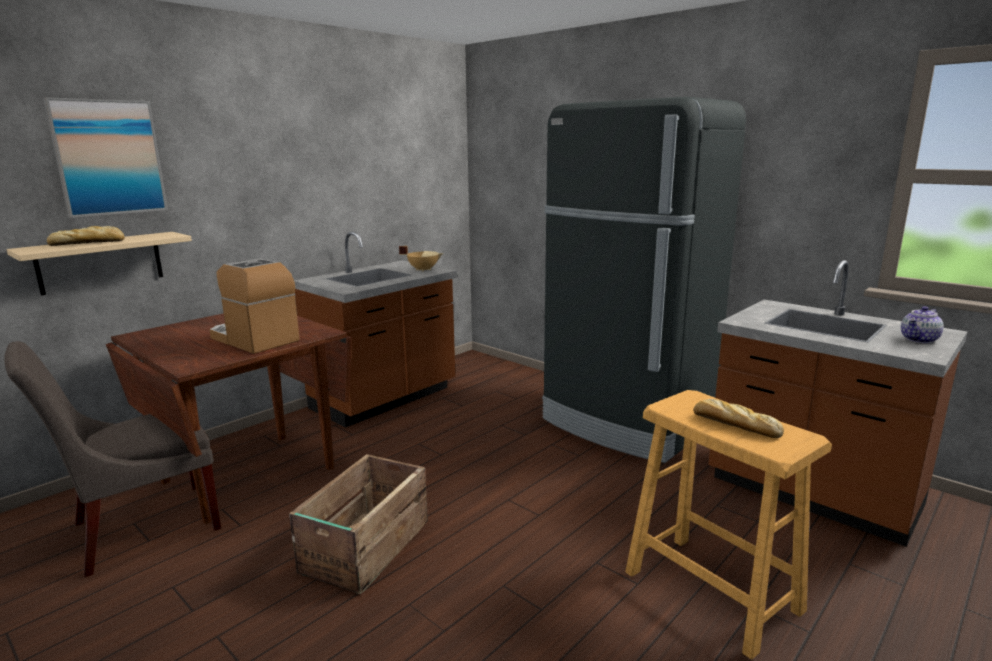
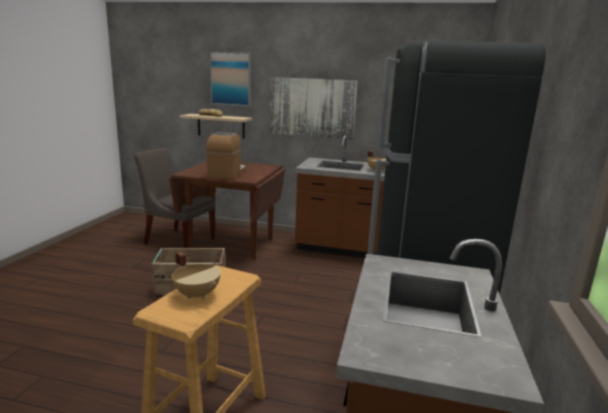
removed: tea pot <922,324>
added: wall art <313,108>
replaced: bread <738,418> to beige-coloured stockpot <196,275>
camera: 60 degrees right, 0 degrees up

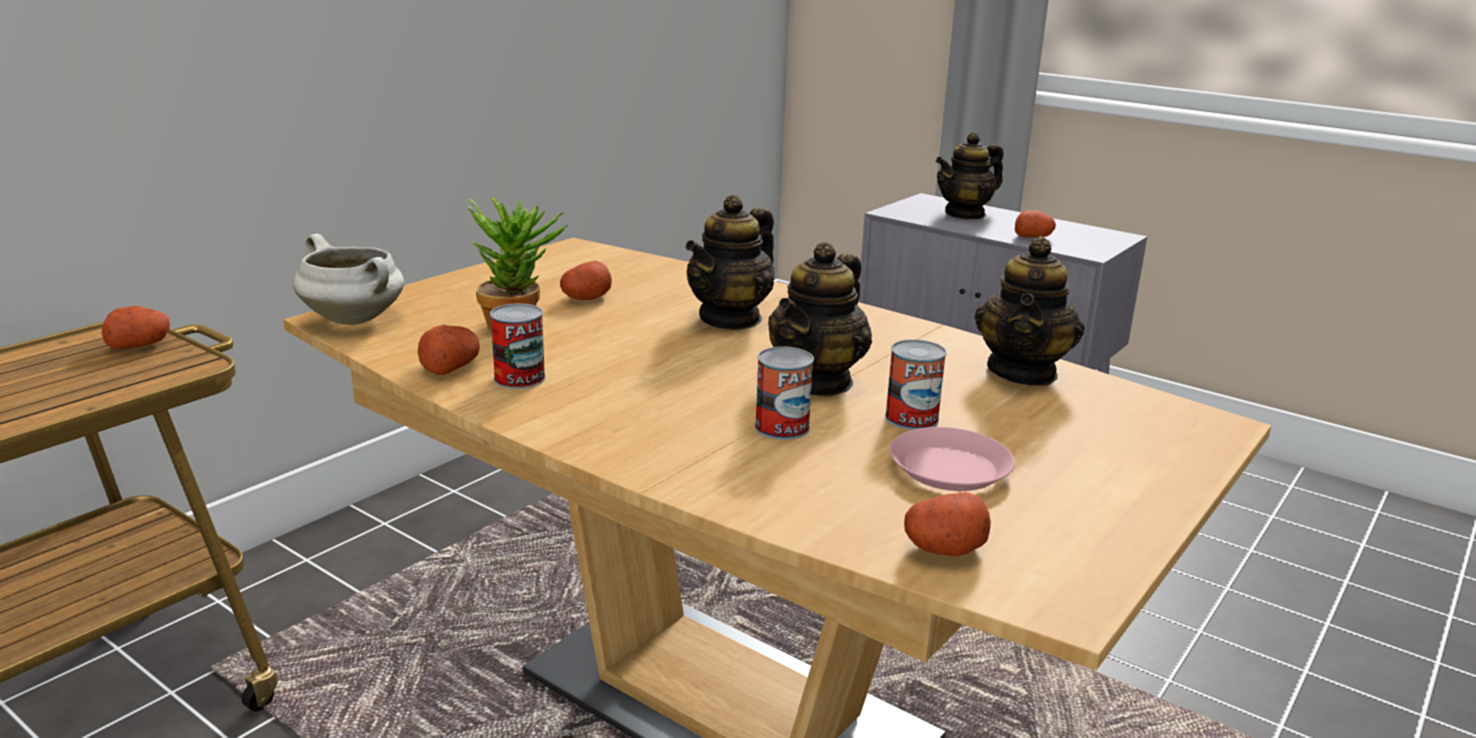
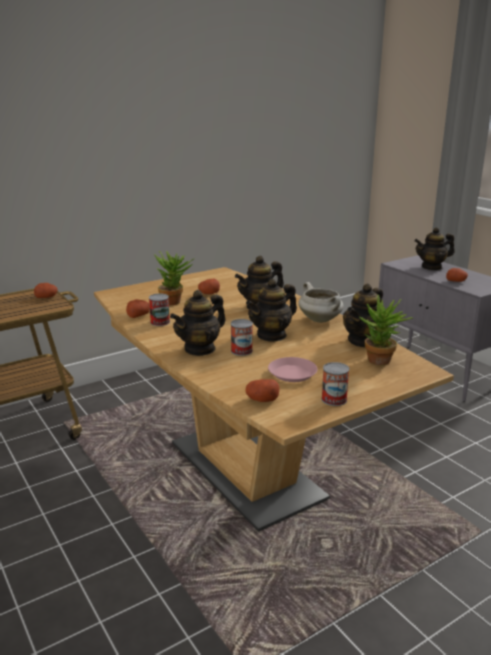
added: tea pot <198,323>; houseplant <386,330>
moved: whitish stockpot <348,279> to <321,302>; can <916,384> to <335,384>
camera: 20 degrees right, 0 degrees up

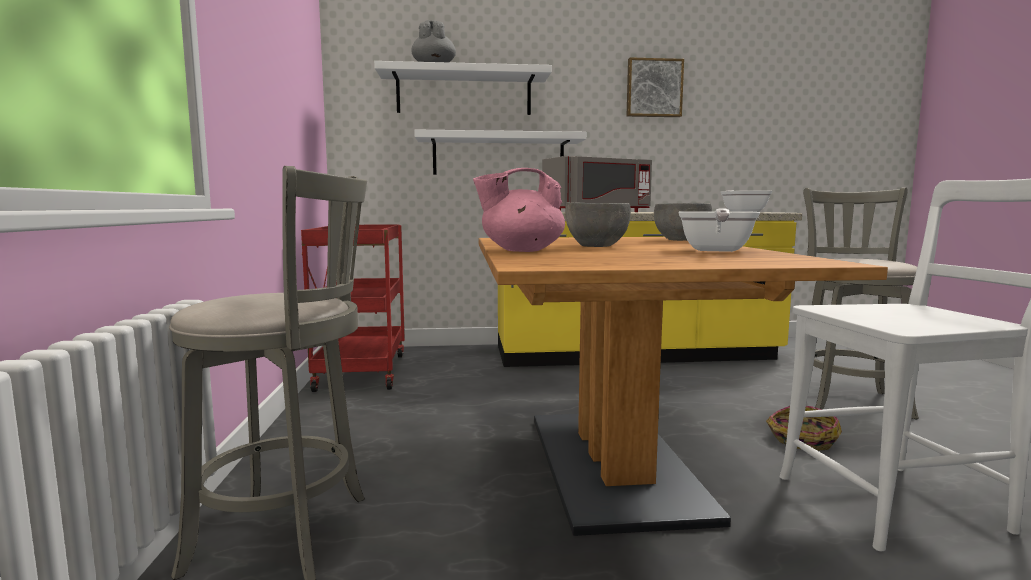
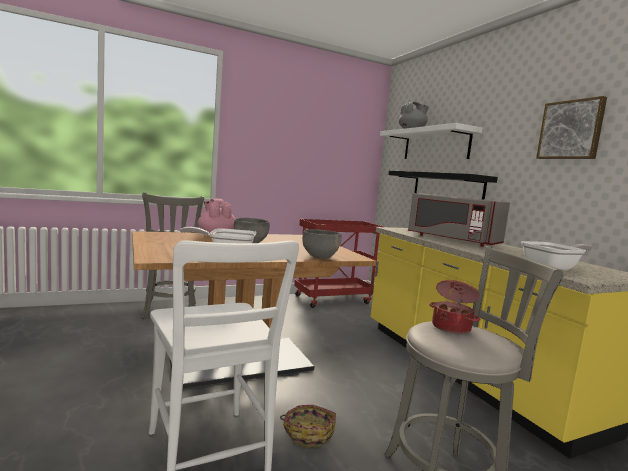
added: stockpot <454,307>
recoloured: whitish shelf <500,152> to blackish shelf <443,185>
camera: 70 degrees right, 0 degrees up

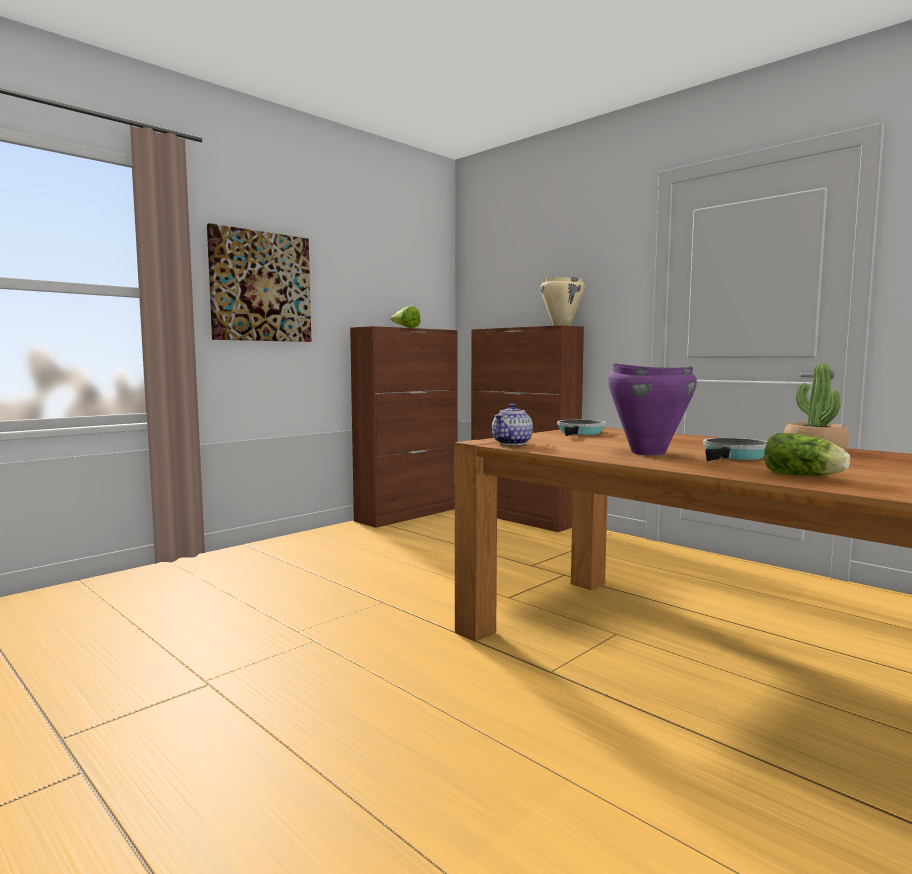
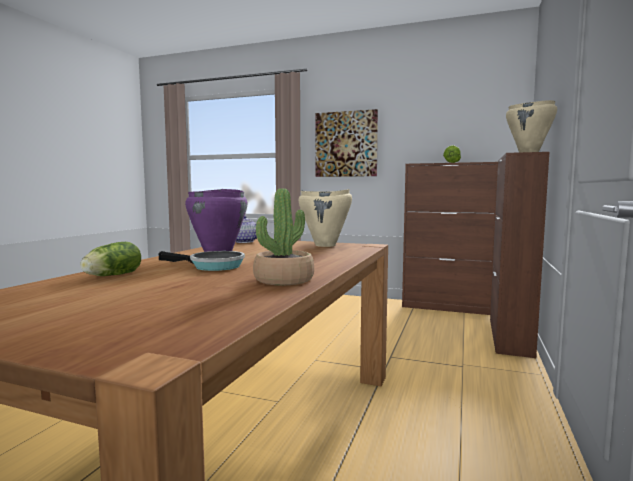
replaced: frying pan <581,428> to beige-coloured stockpot <325,218>
camera: 65 degrees right, 0 degrees up

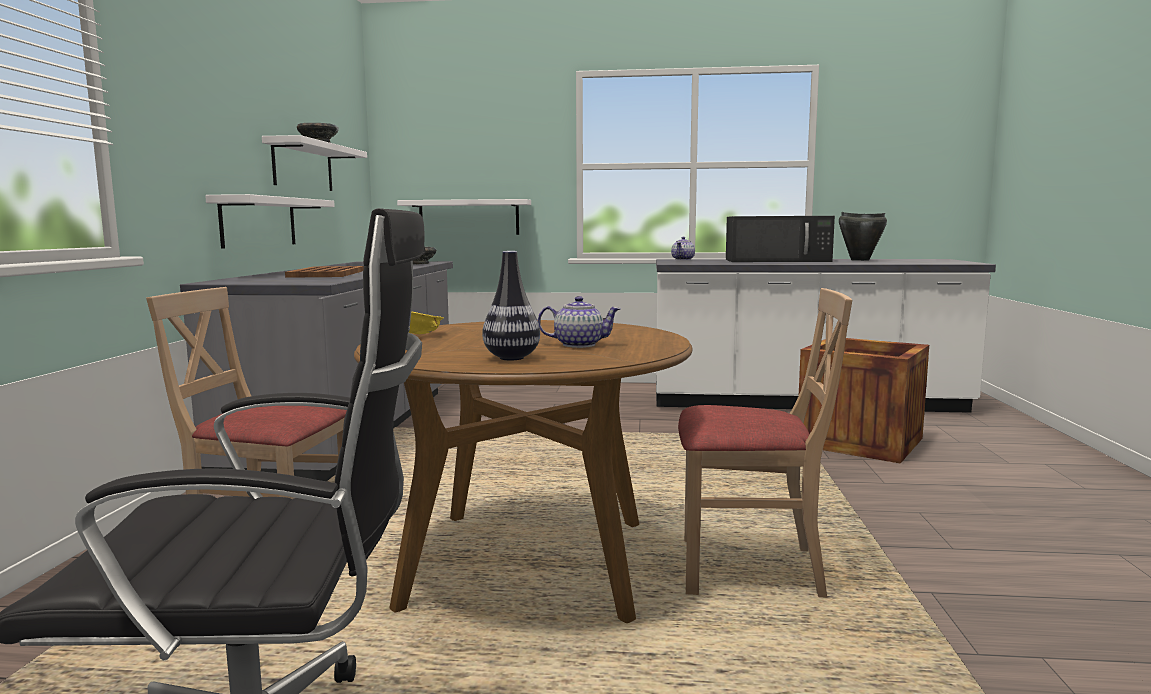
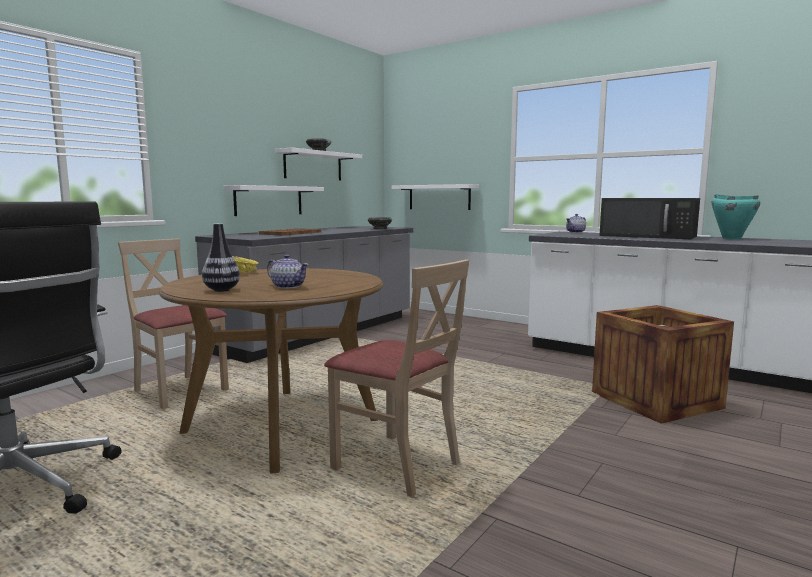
recoloured: blackish stockpot <863,236> to turquoise stockpot <736,217>
camera: 30 degrees right, 0 degrees up

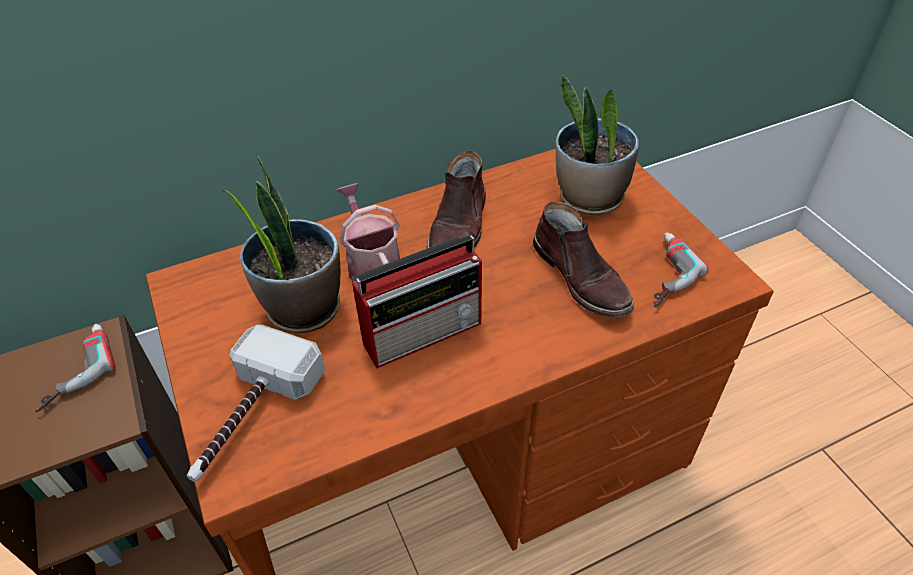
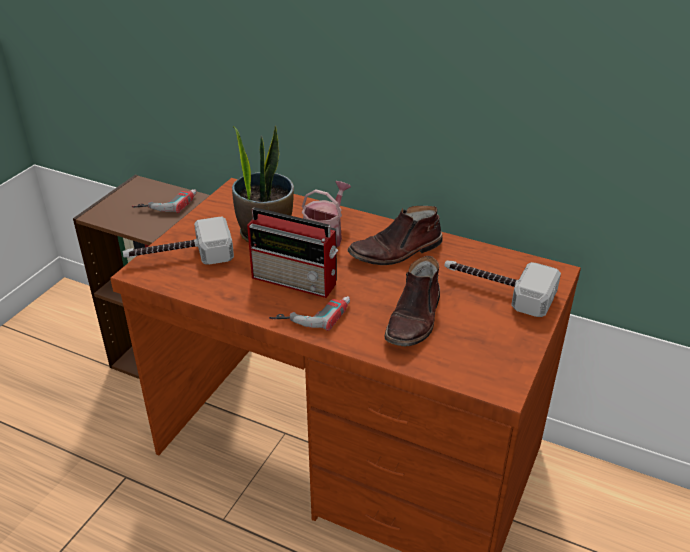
moved: drill <681,269> to <309,313>
replaced: houseplant <597,145> to hammer <502,289>
camera: 50 degrees right, 10 degrees down

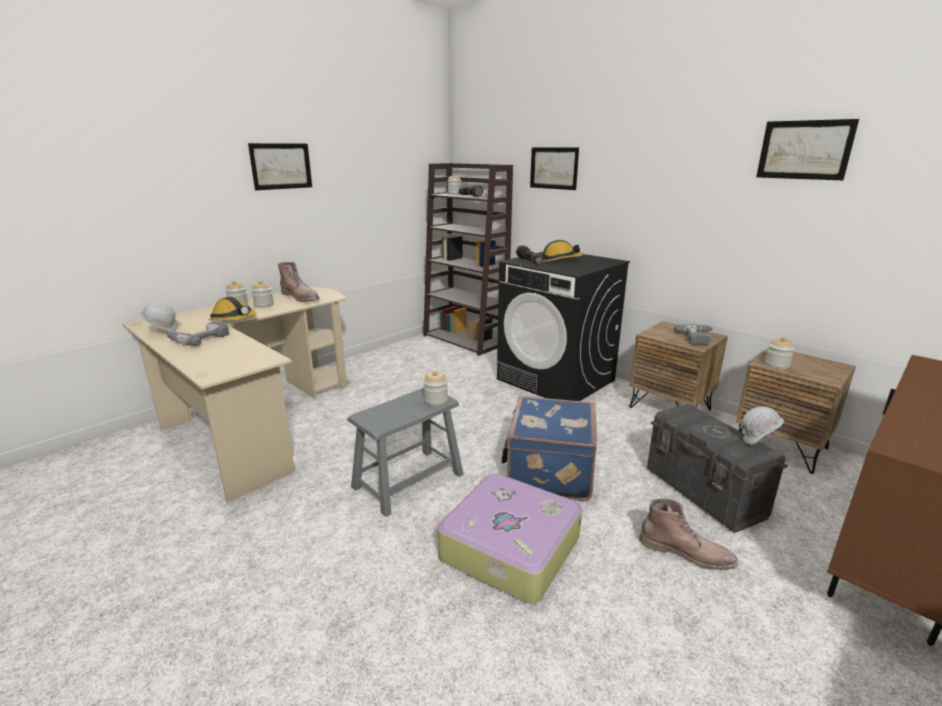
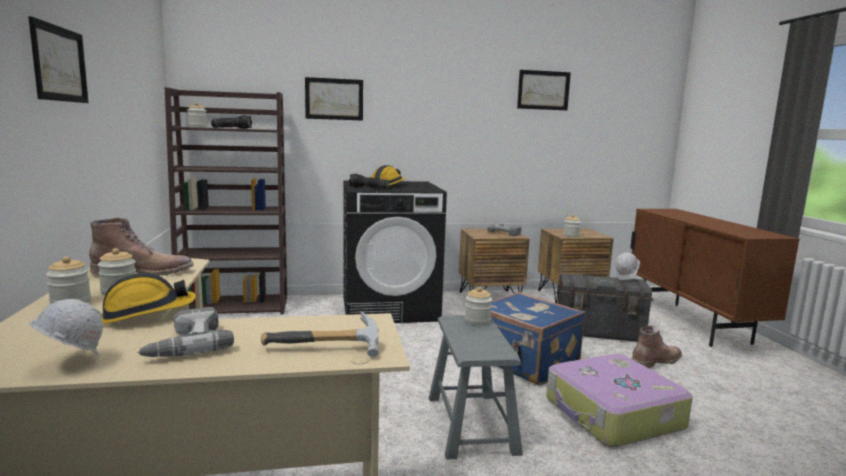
added: hammer <320,334>
camera: 55 degrees left, 10 degrees down

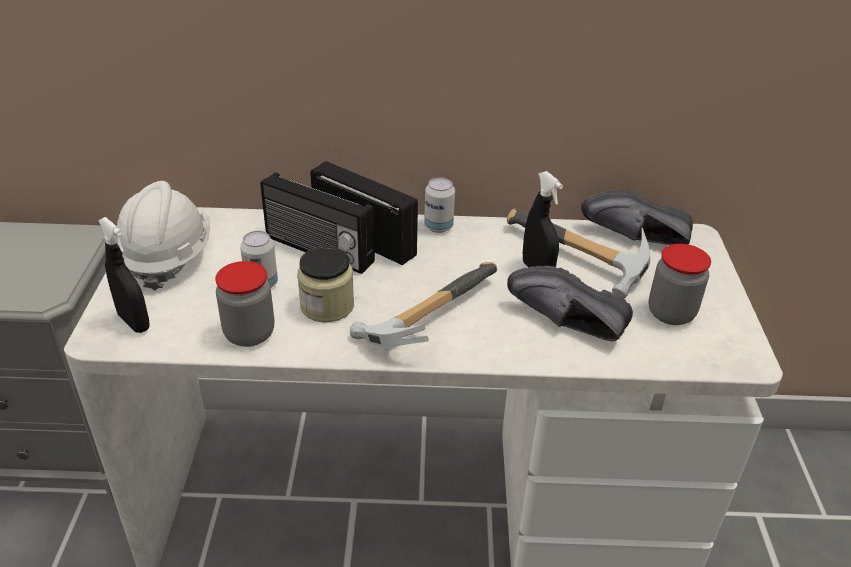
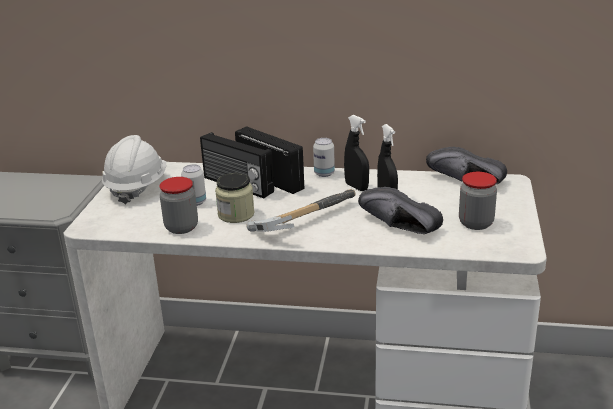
removed: hammer <578,253>
moved: blackish spray bottle <124,275> to <356,153>
camera: 10 degrees right, 10 degrees down

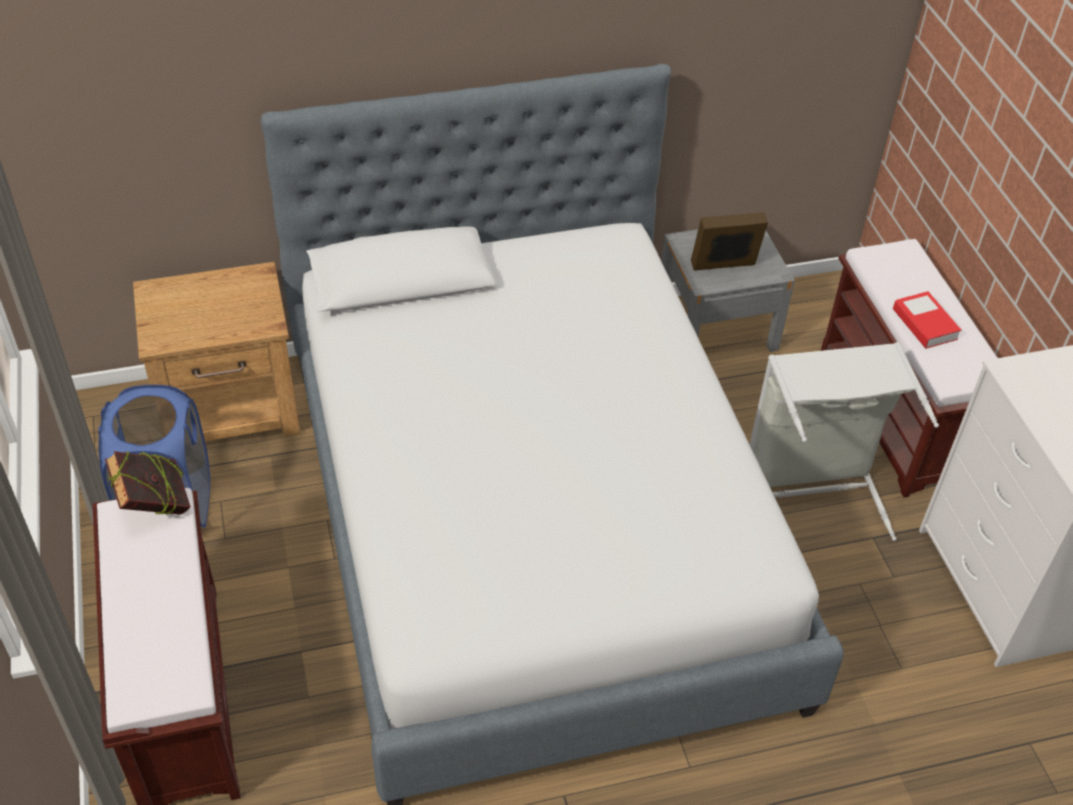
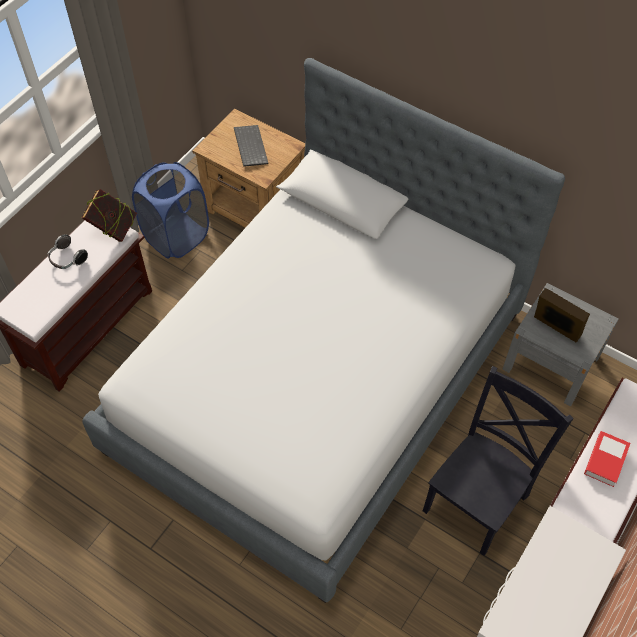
added: headset <67,251>; computer keyboard <251,146>
replaced: gray washing basket <844,441> to blackish upright chair <498,461>
camera: 50 degrees right, 10 degrees up

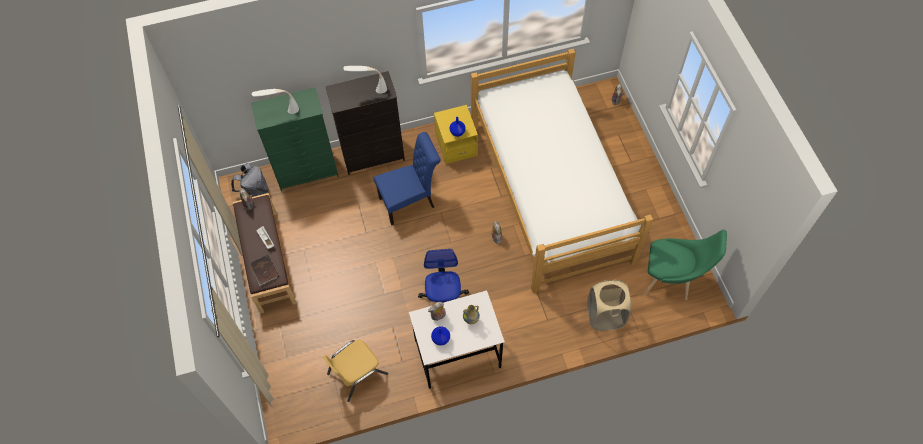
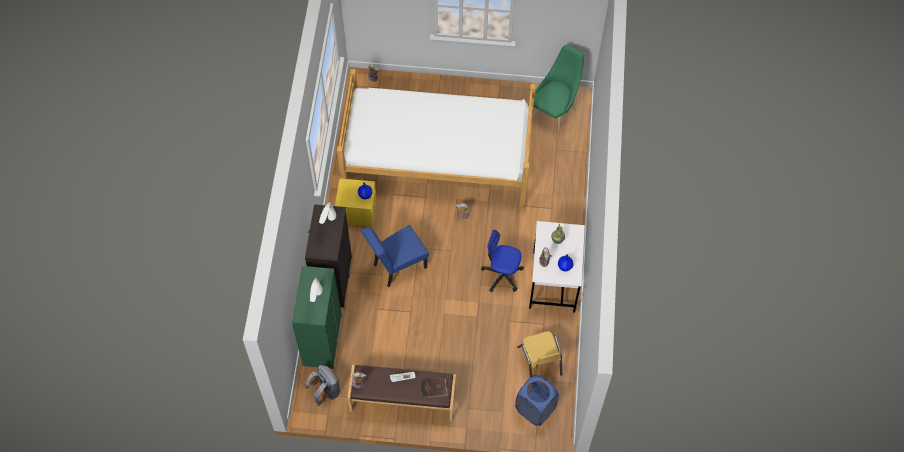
removed: beige-coloured washing basket <609,305>
added: blue washing basket <537,400>
turned: blue upright chair <407,178> = <395,256> 120 degrees counterclockwise
camera: 70 degrees left, 0 degrees up

